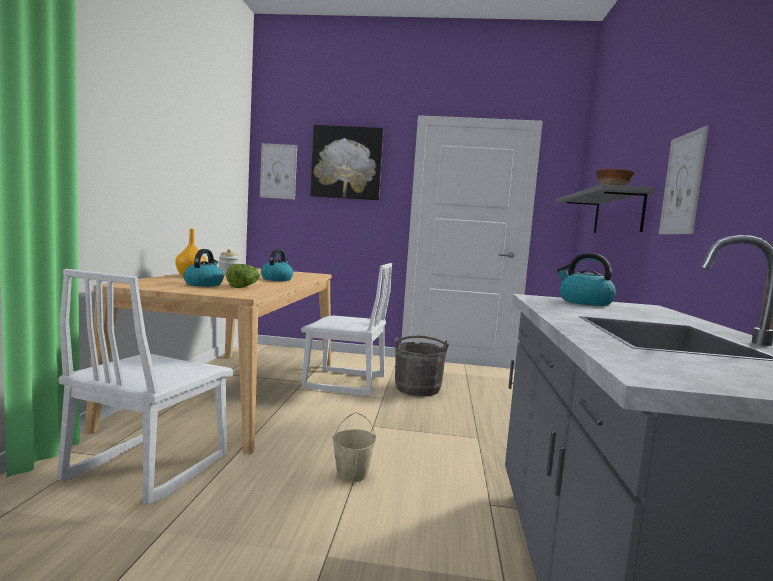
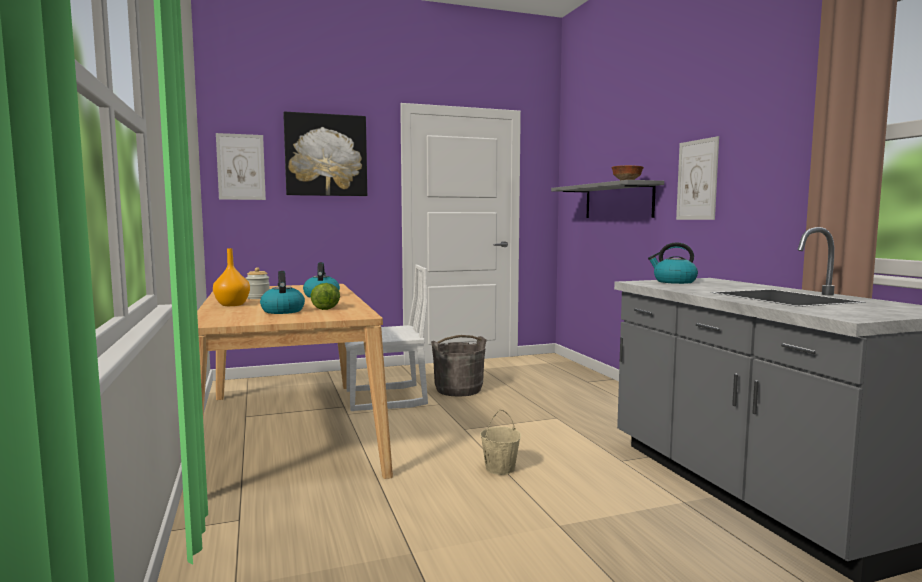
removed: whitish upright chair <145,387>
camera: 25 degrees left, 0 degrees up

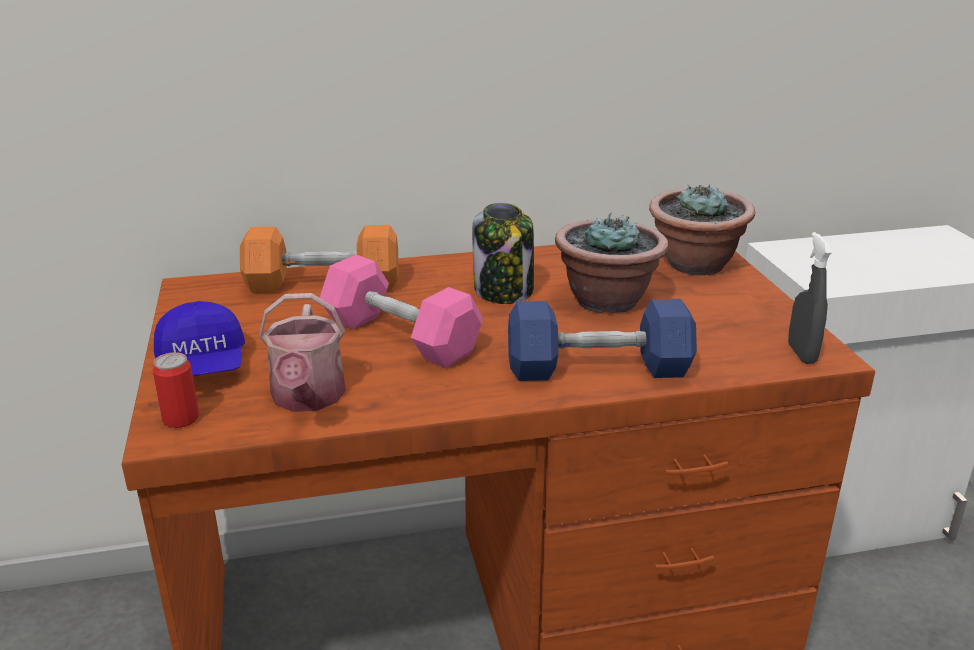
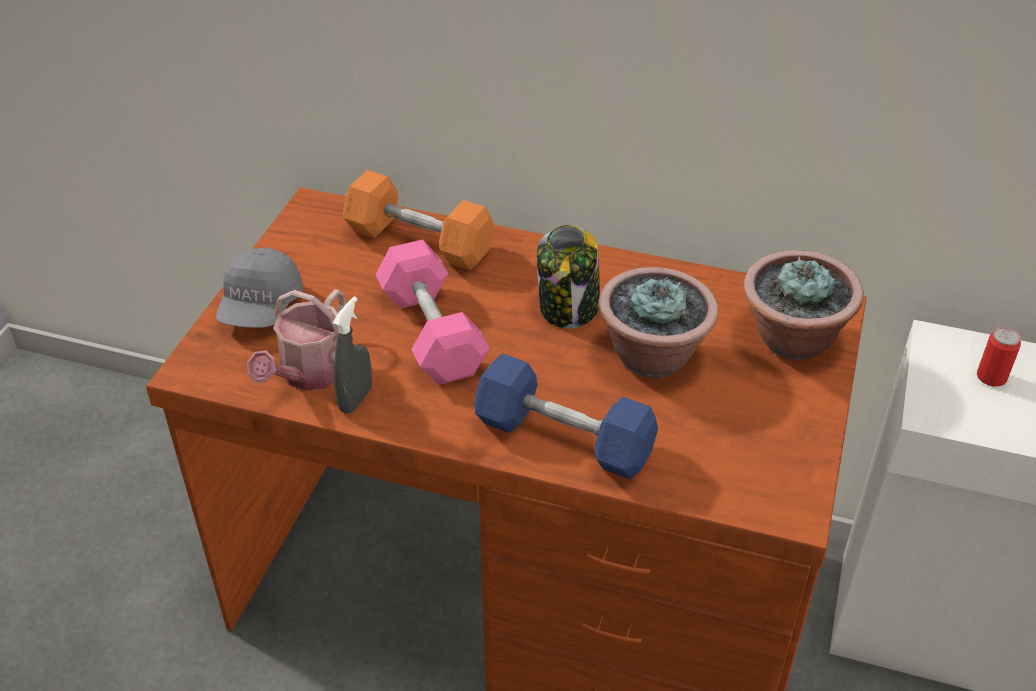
moved: can <176,390> to <999,356>; gray spray bottle <810,298> to <352,355>
recoloured: blue cap <199,338> to gray cap <259,288>
camera: 30 degrees right, 15 degrees up

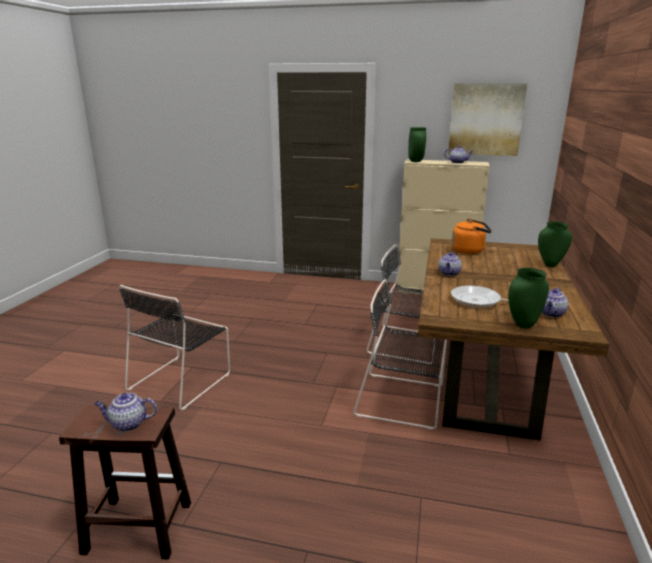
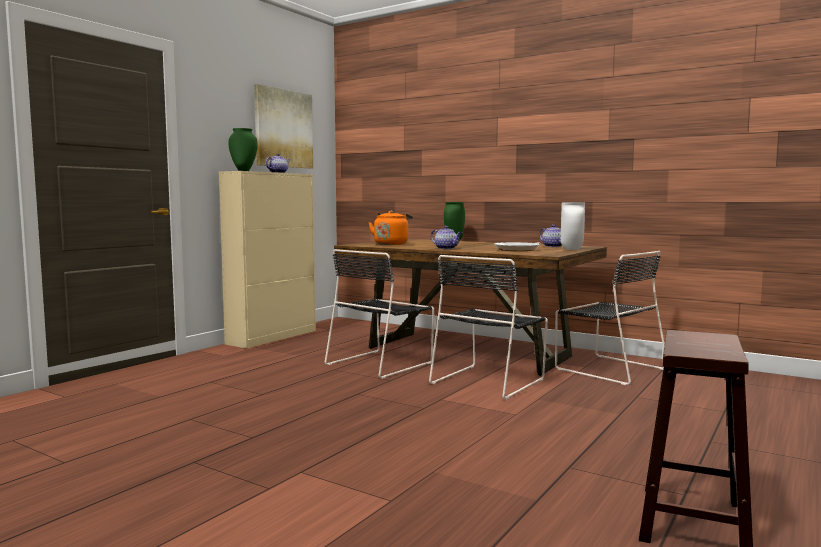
removed: tea pot <126,412>
moved: blackish upright chair <174,347> to <610,318>
recoloured: green-coloured flower vase <528,298> to whitish flower vase <573,226>
camera: 70 degrees left, 15 degrees down

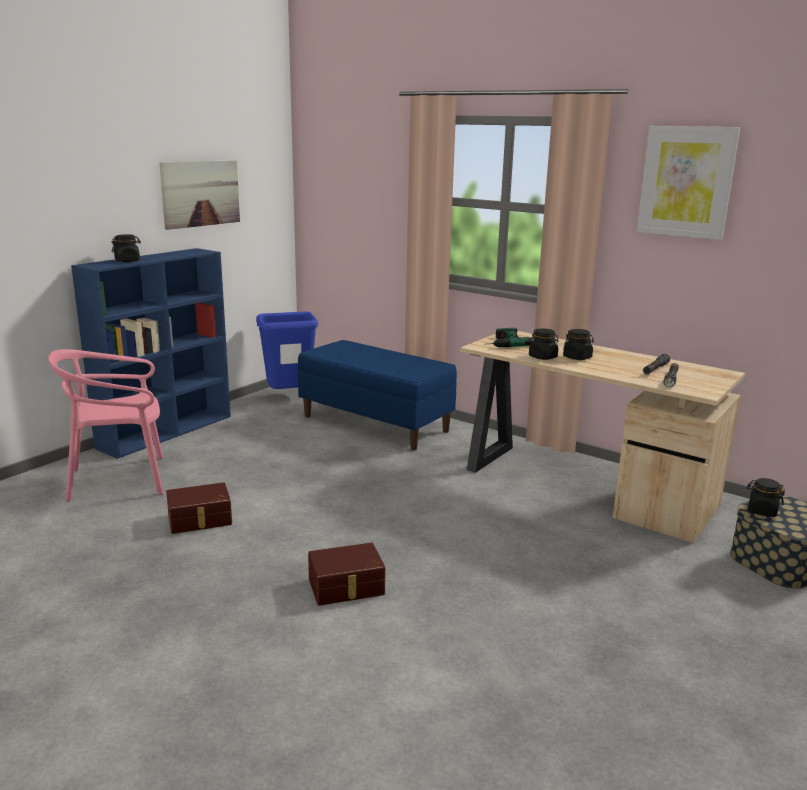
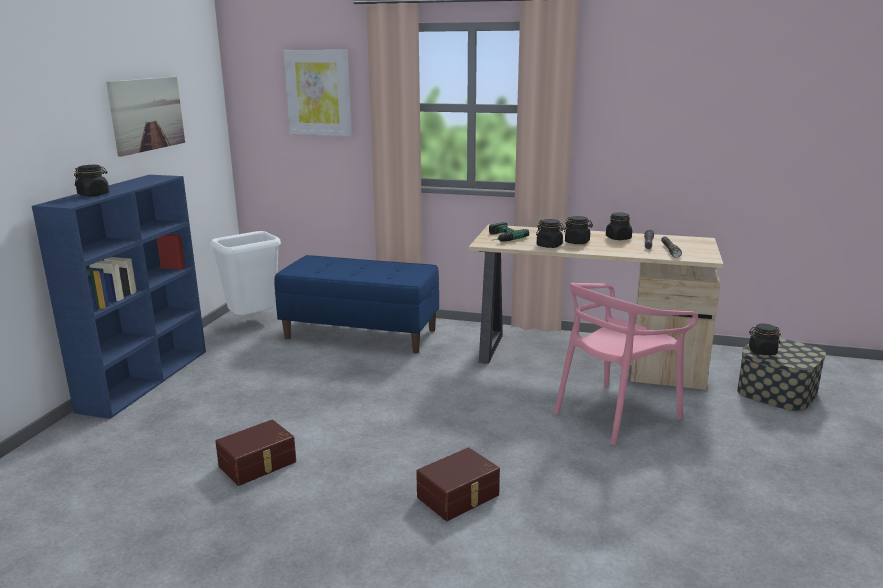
added: blackish jar <619,226>
moved: pink upright chair <106,425> to <626,364>; wall art <688,183> to <317,93>
recoloured: blue rubbish bin <287,350> to whitish rubbish bin <245,273>
camera: 20 degrees left, 0 degrees up

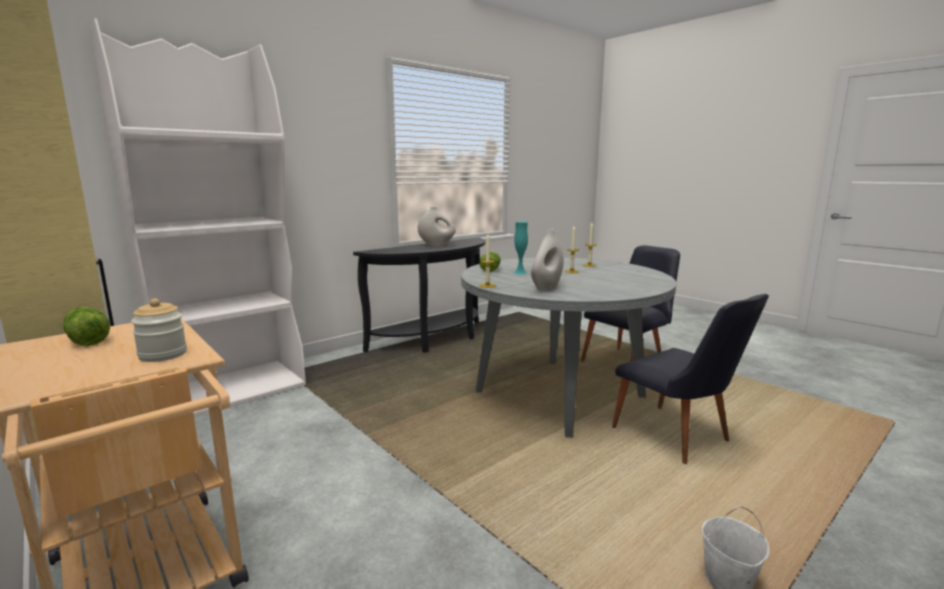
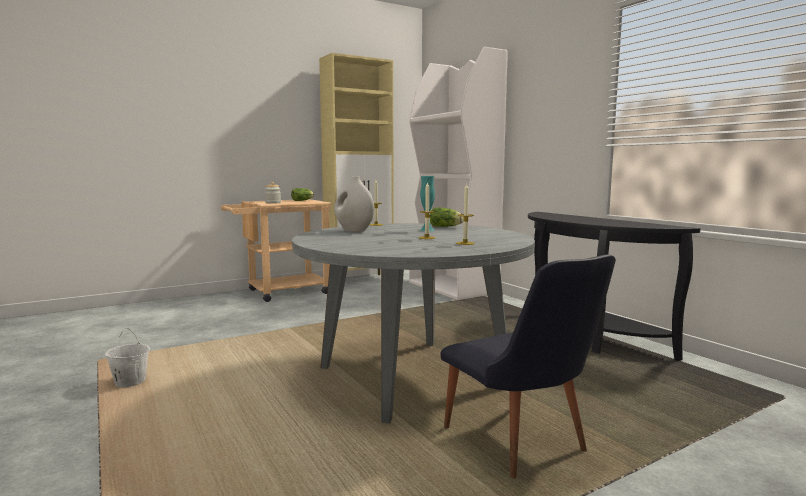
removed: whitish flower vase <437,226>; blackish upright chair <690,379>
camera: 100 degrees right, 5 degrees down

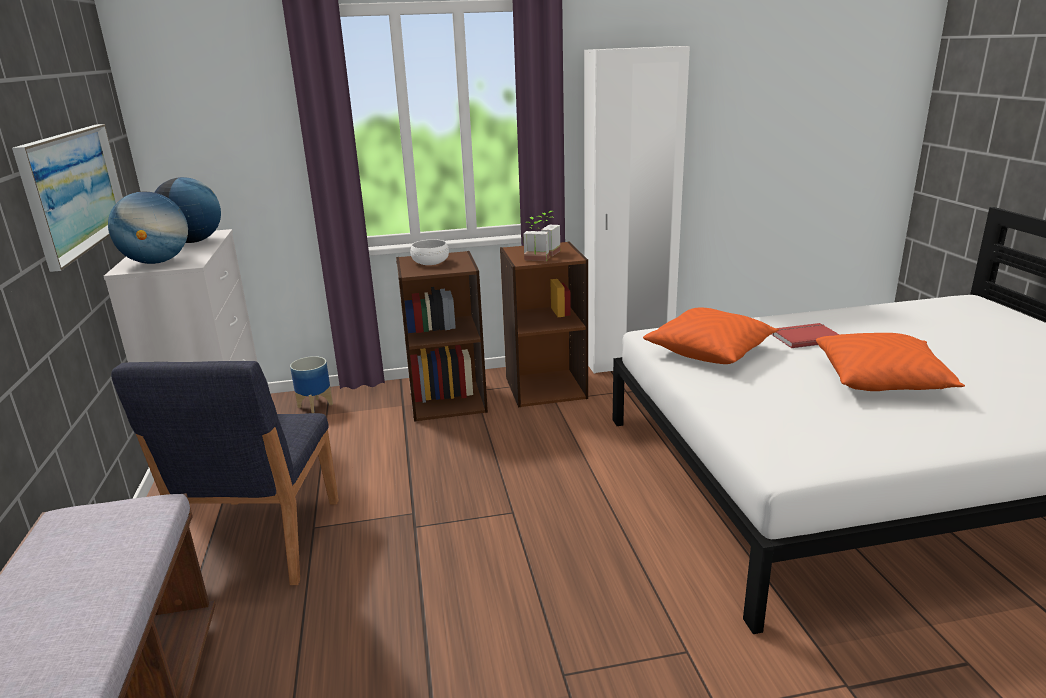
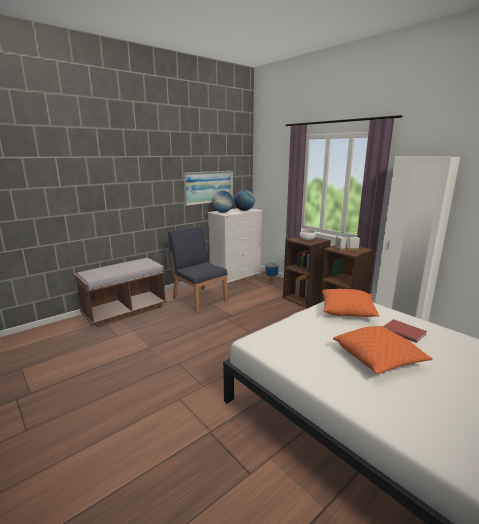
turned: blue upright chair <225,473> = <198,269> 75 degrees clockwise
camera: 60 degrees right, 5 degrees down

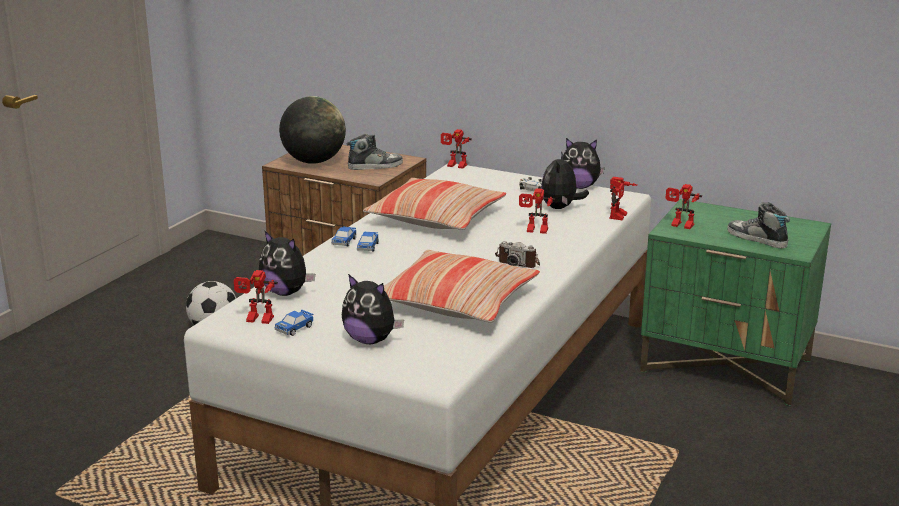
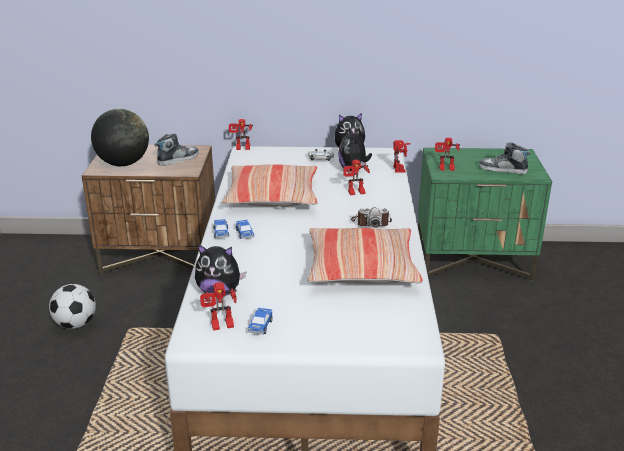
removed: soft toy <373,309>
camera: 25 degrees left, 5 degrees up

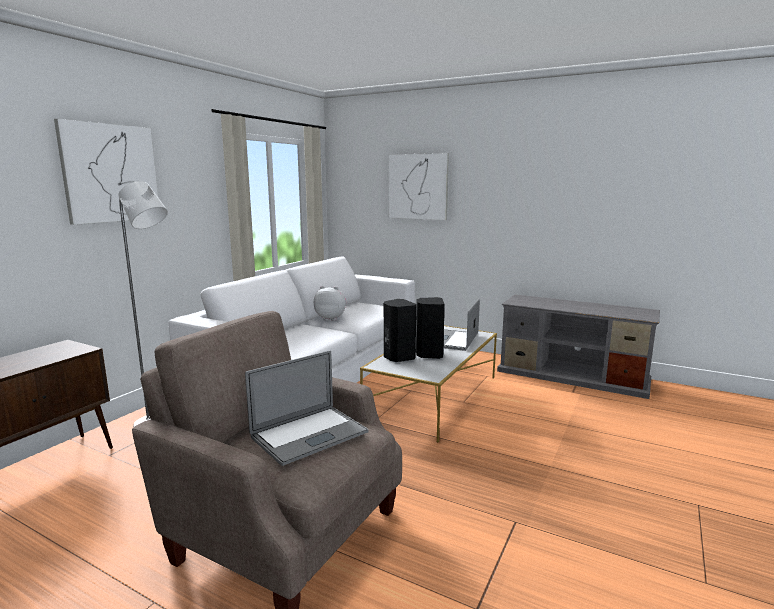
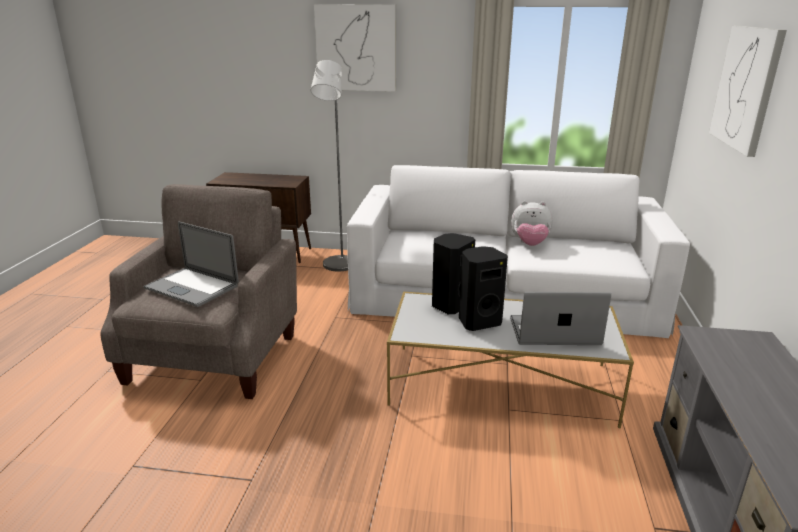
turned: soft toy <330,303> = <532,223> 105 degrees clockwise
camera: 70 degrees right, 10 degrees up

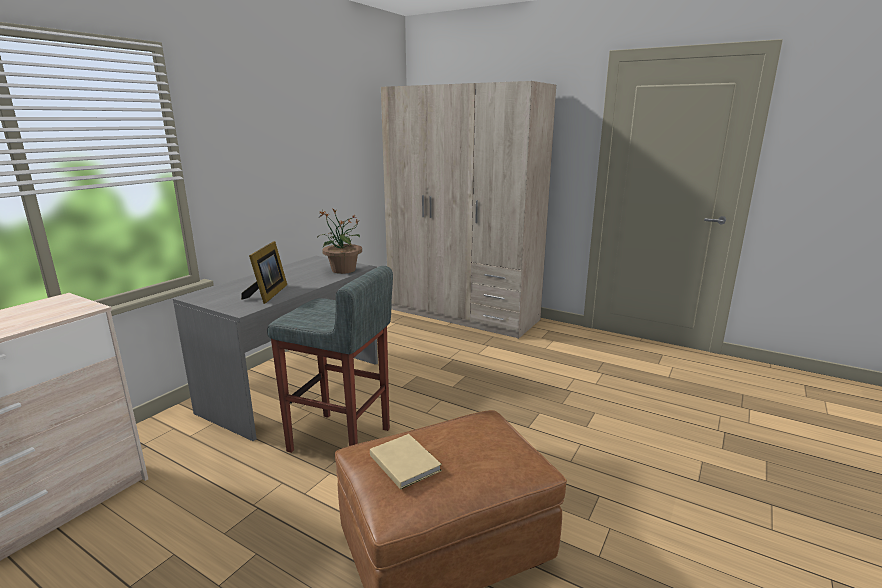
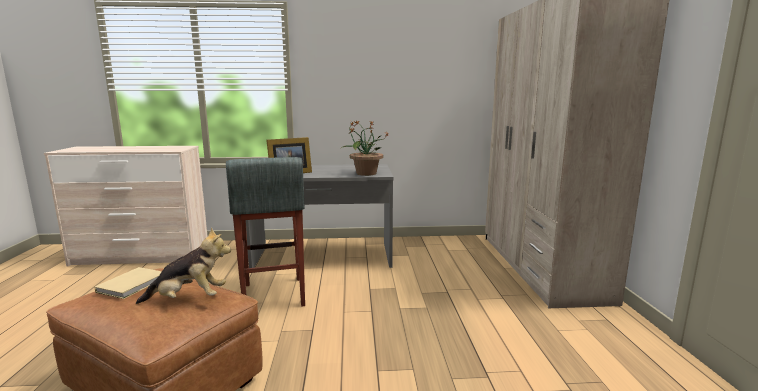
added: soft toy <183,266>
camera: 55 degrees right, 5 degrees down

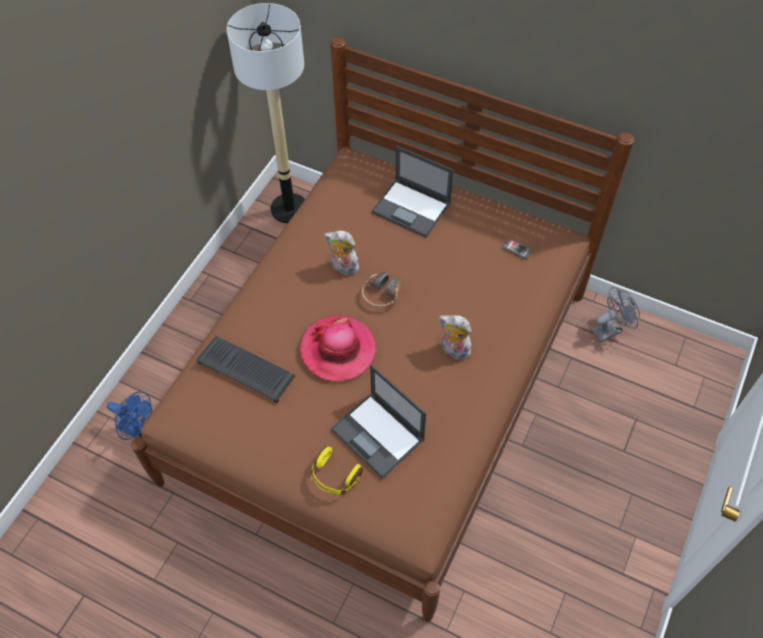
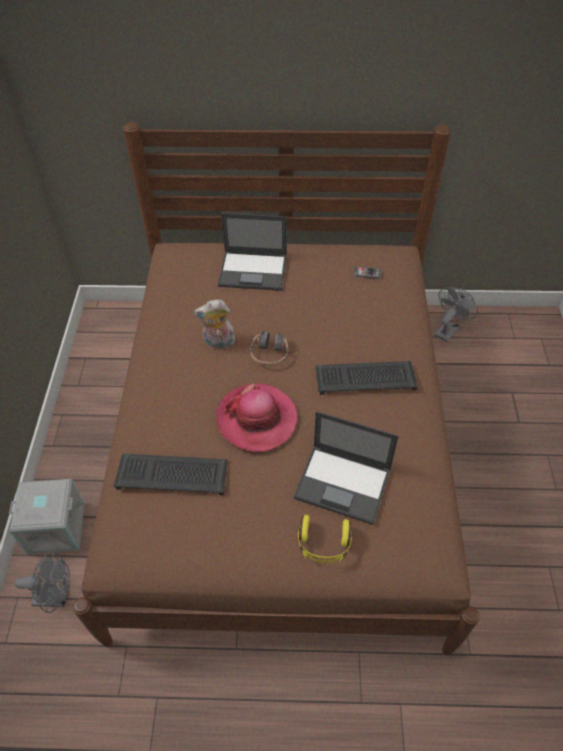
removed: standing lamp <266,113>
added: gray storage bin <47,516>
replaced: soft toy <455,338> to computer keyboard <366,378>
recoloured: blue cooling fan <129,415> to gray cooling fan <42,582>
camera: 25 degrees left, 5 degrees down

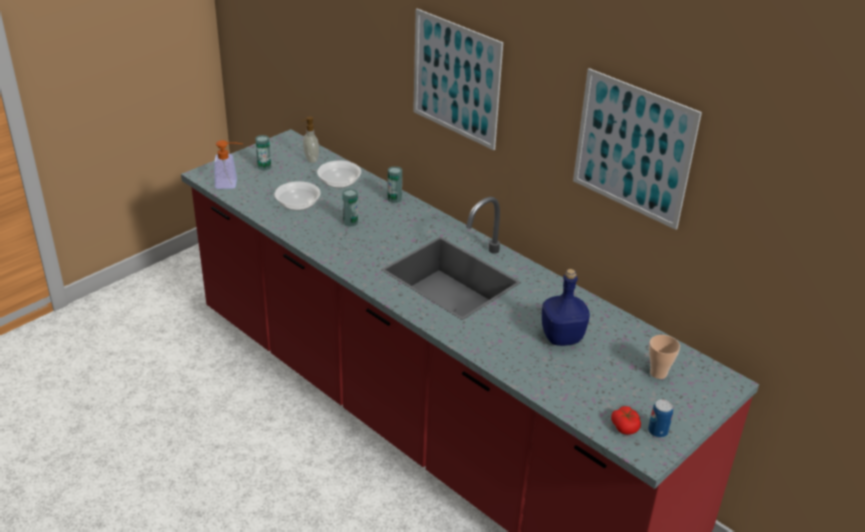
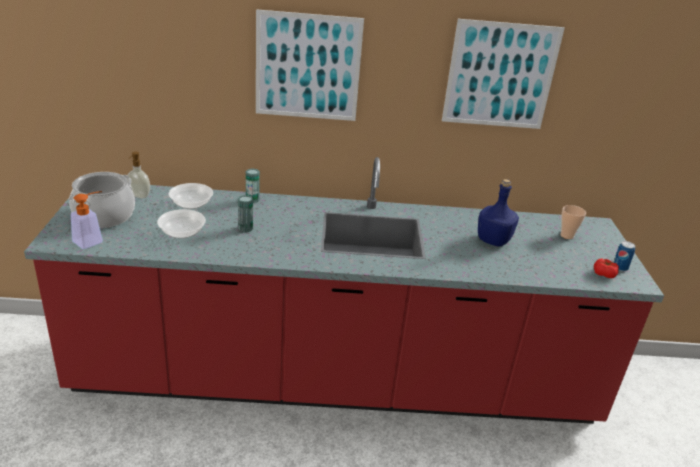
replaced: can <263,153> to stockpot <102,200>
camera: 45 degrees left, 5 degrees down

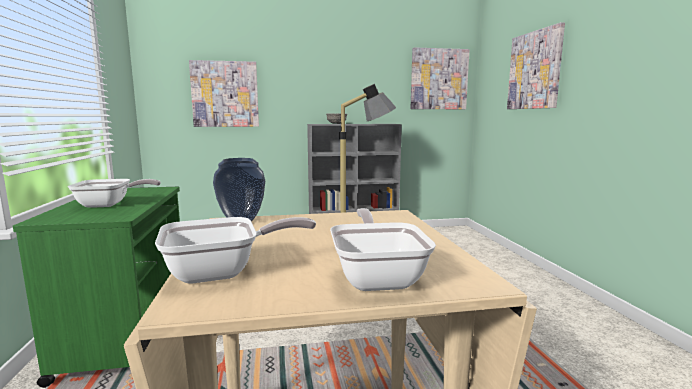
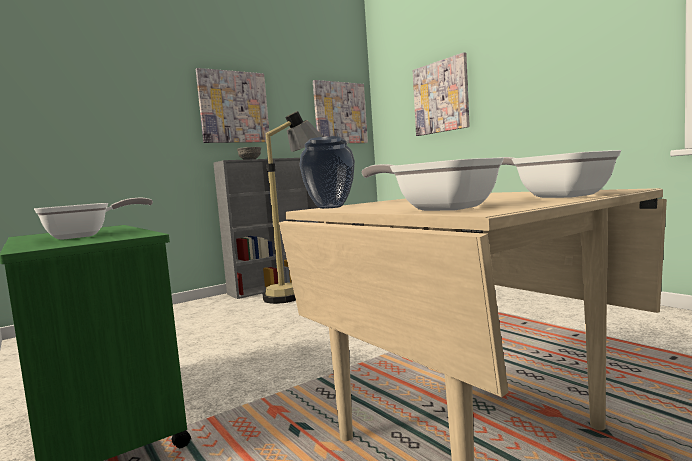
moved: wall art <224,93> to <232,105>
turned: frying pan <235,250> = <432,184> 90 degrees counterclockwise
camera: 25 degrees left, 5 degrees down

